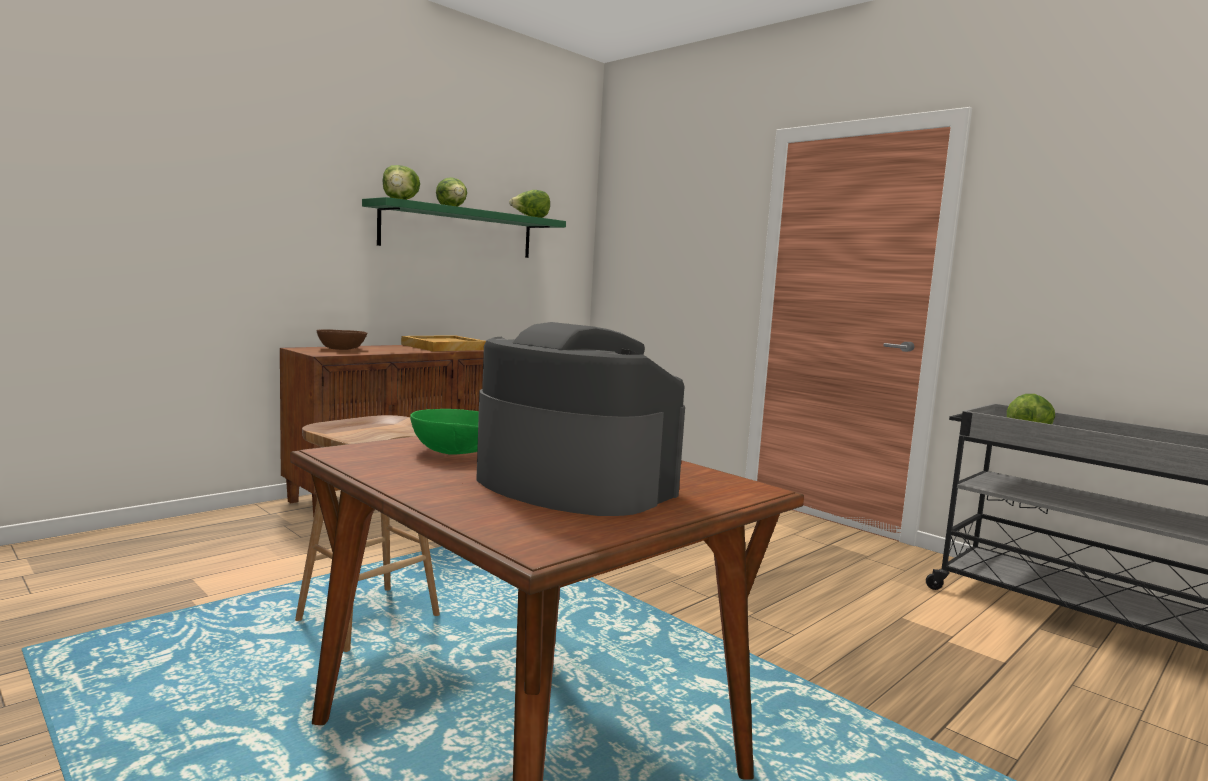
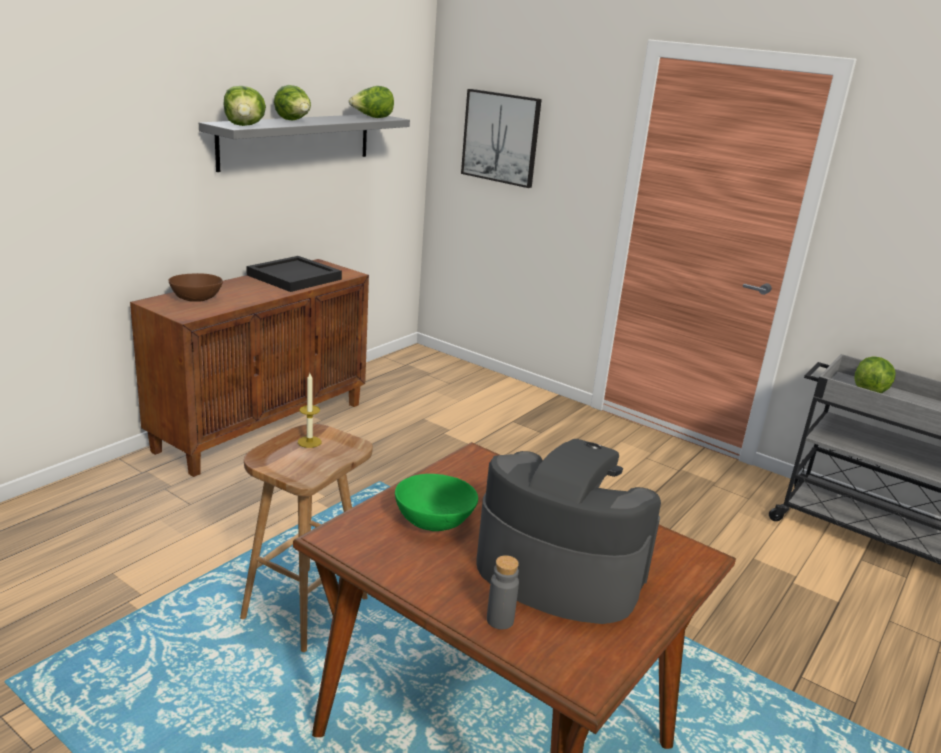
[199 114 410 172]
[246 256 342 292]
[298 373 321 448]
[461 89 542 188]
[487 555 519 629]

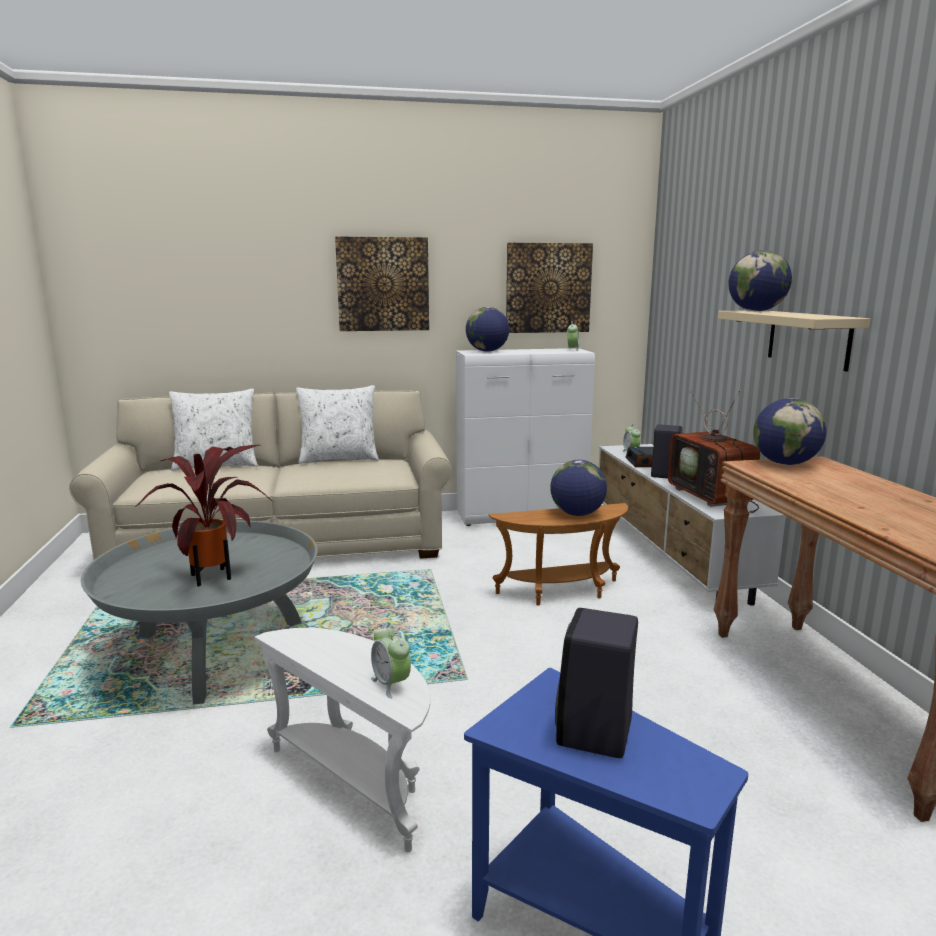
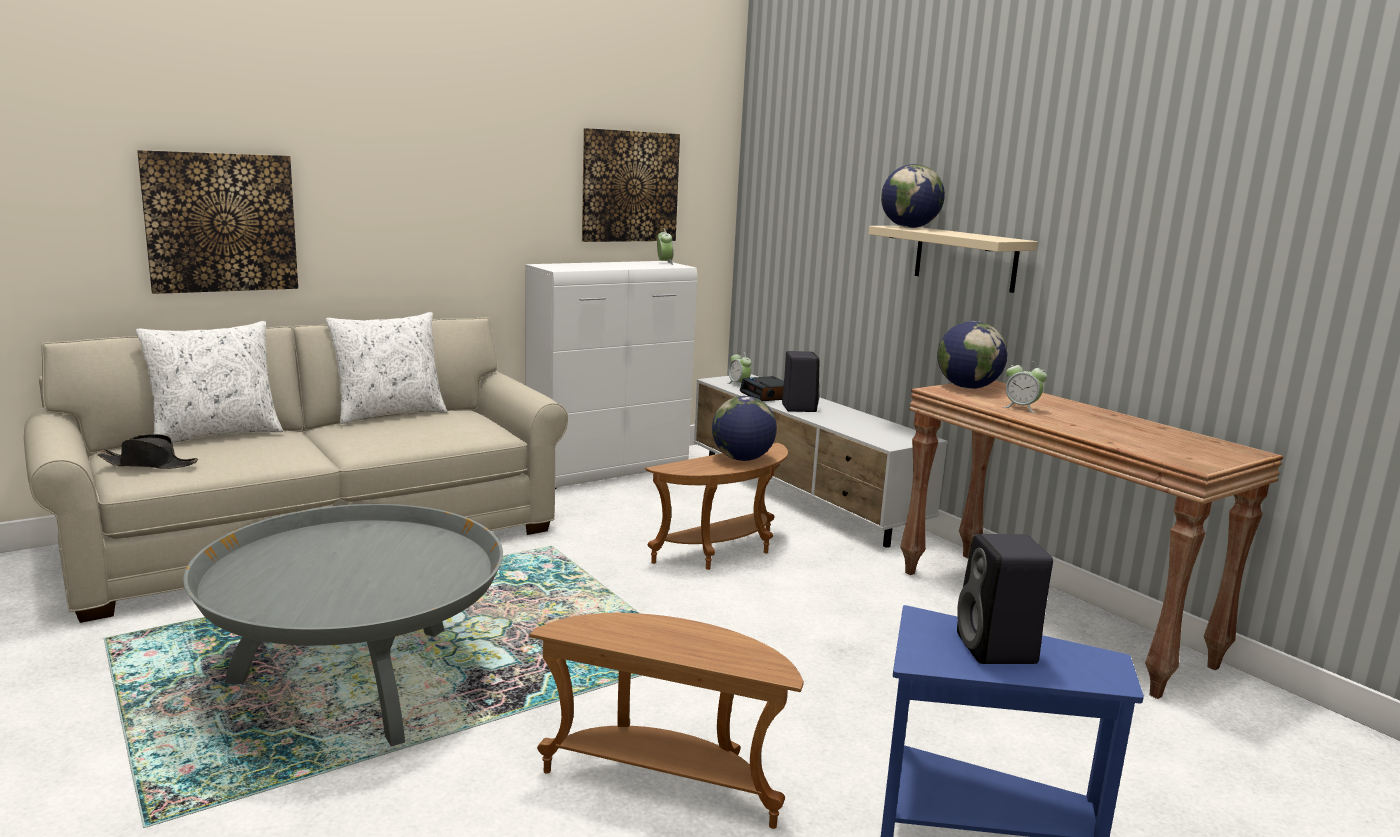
[97 434 198 469]
[137 150 298 294]
[529 613 804 829]
[1004 360 1047 413]
[134 445 273 587] (first image)
[466 307 509 352] (first image)
[668 390 760 513] (first image)

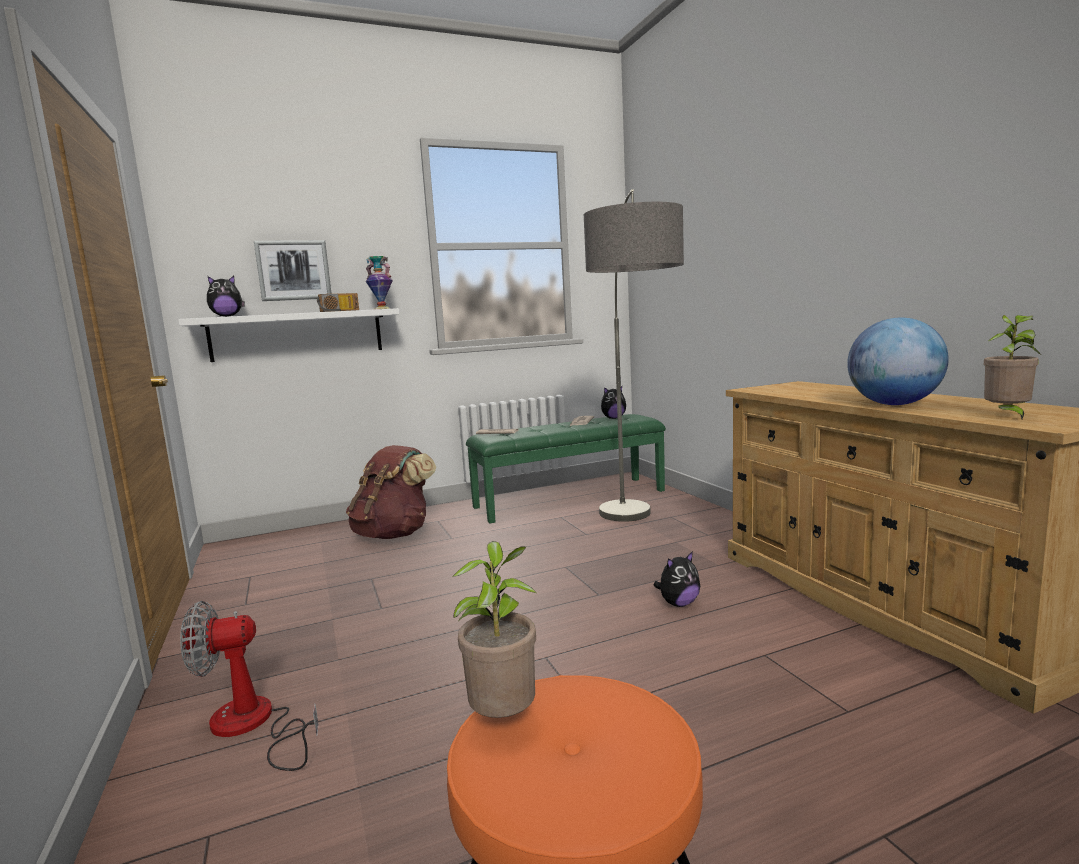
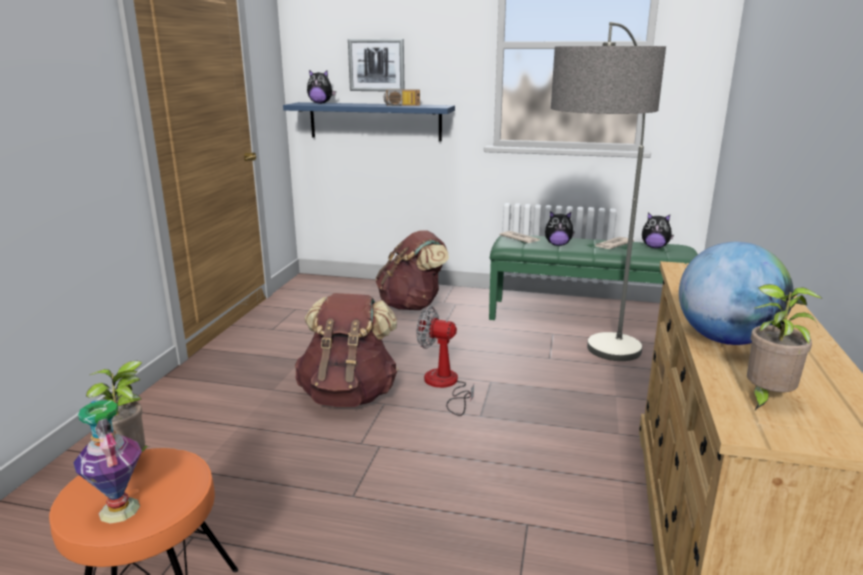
[73 400 142 524]
[283 102 455 142]
[295 293 398 407]
[416 306 474 416]
[545 211 575 246]

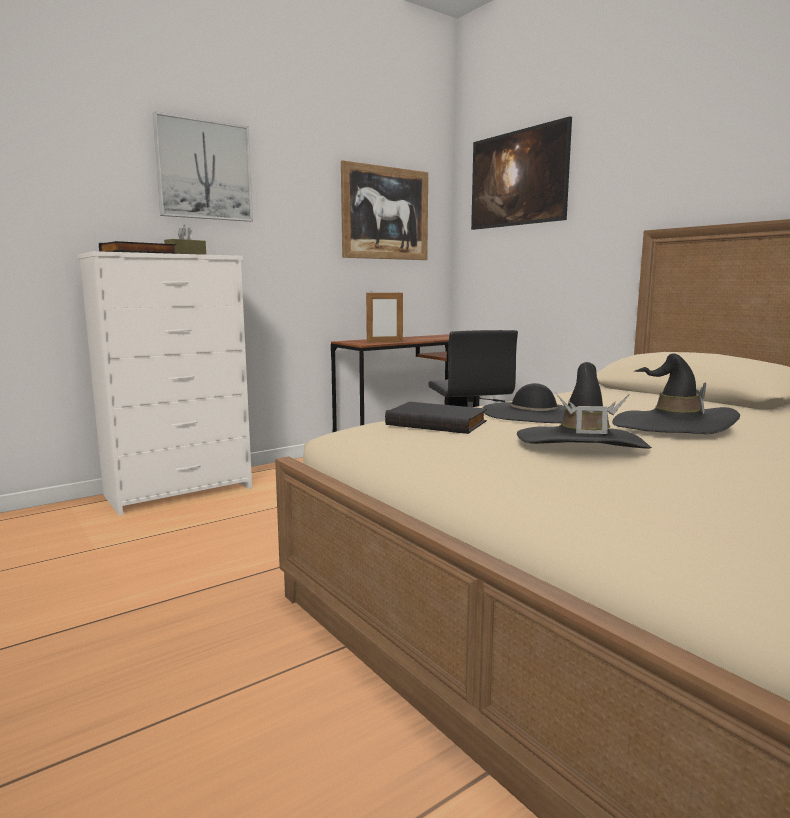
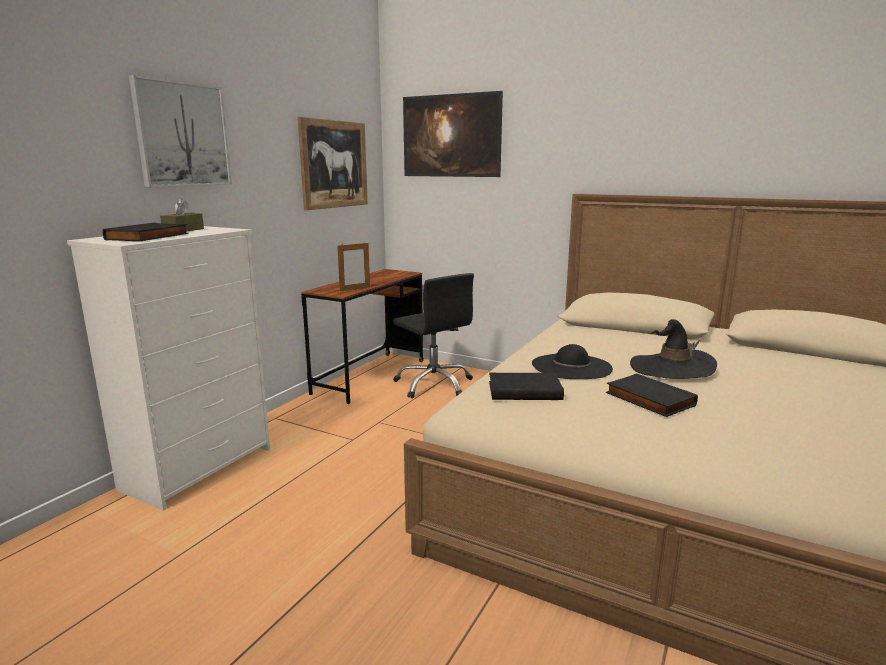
[606 373 698 417]

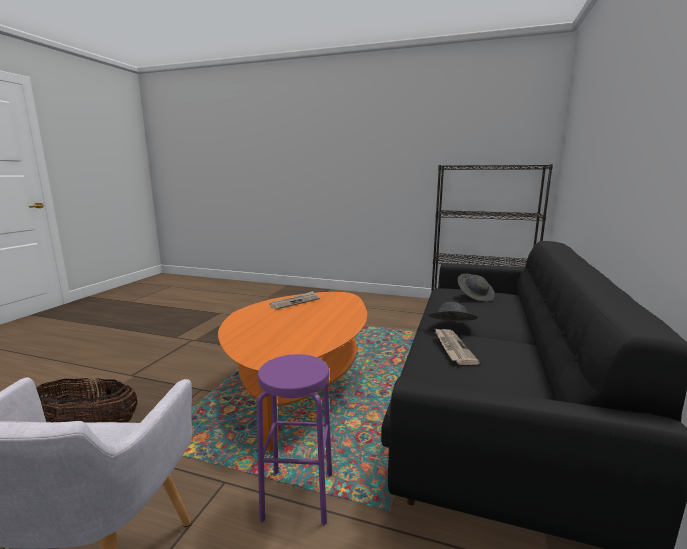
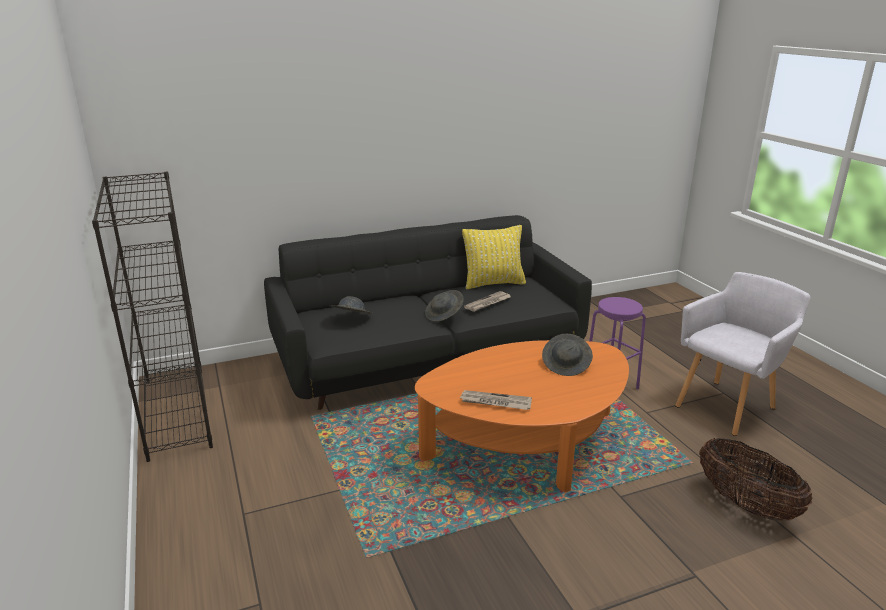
[462 225 526 289]
[542 334 593 376]

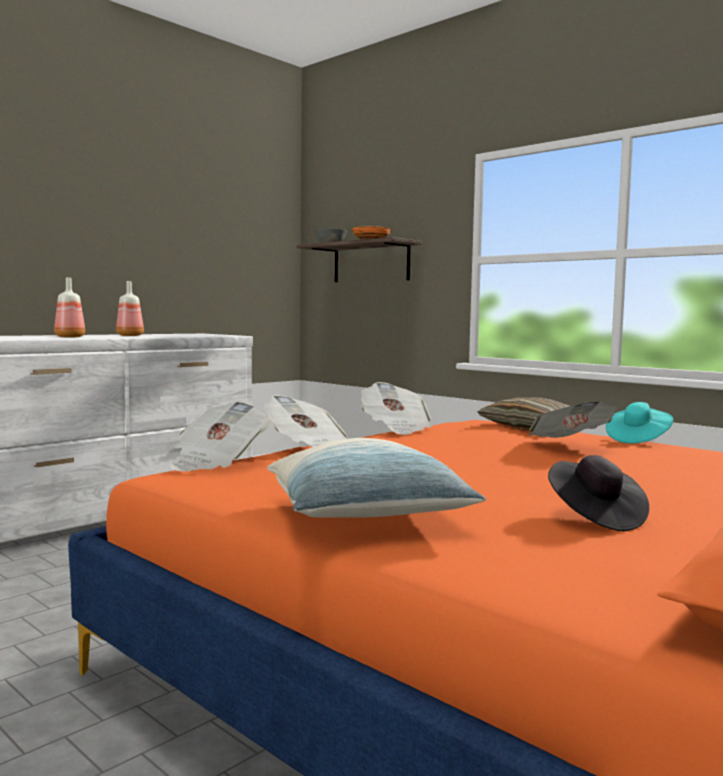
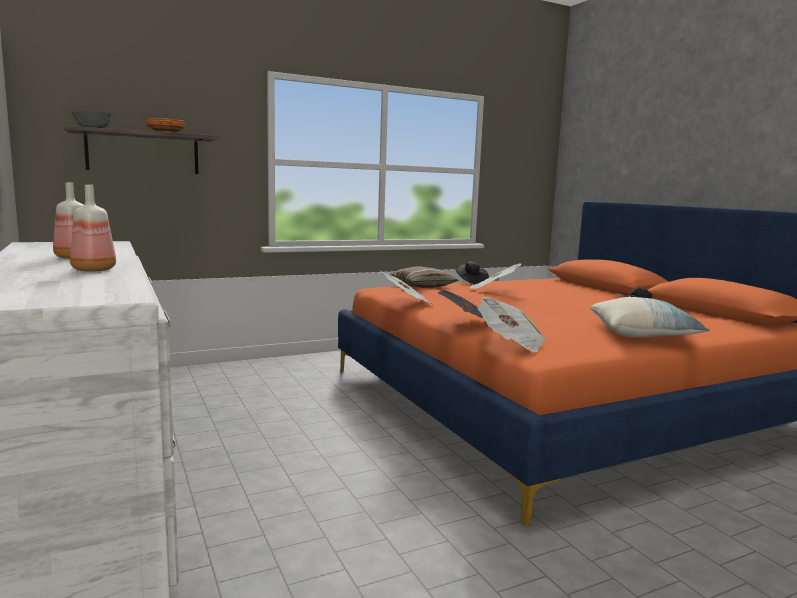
[455 261 489 284]

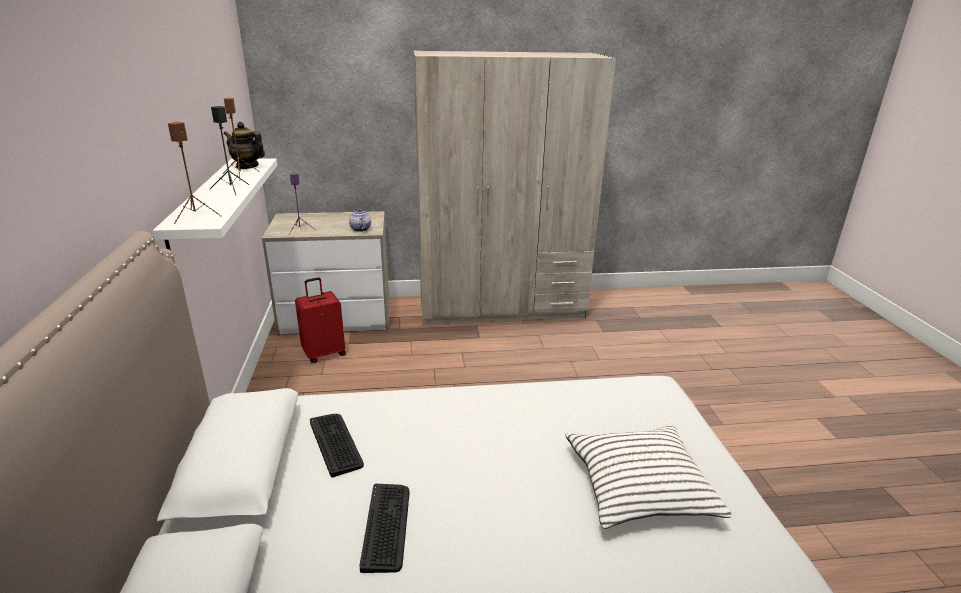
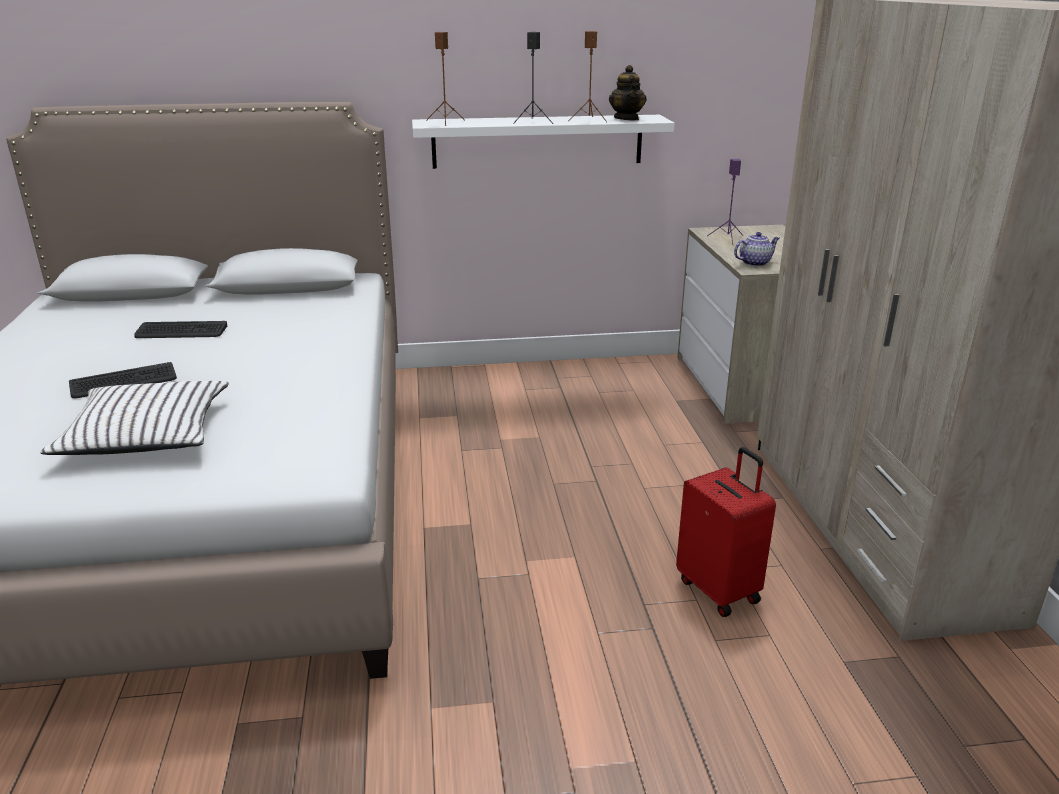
[69 362 177 398]
[609 65 646 120]
[676 447 776 617]

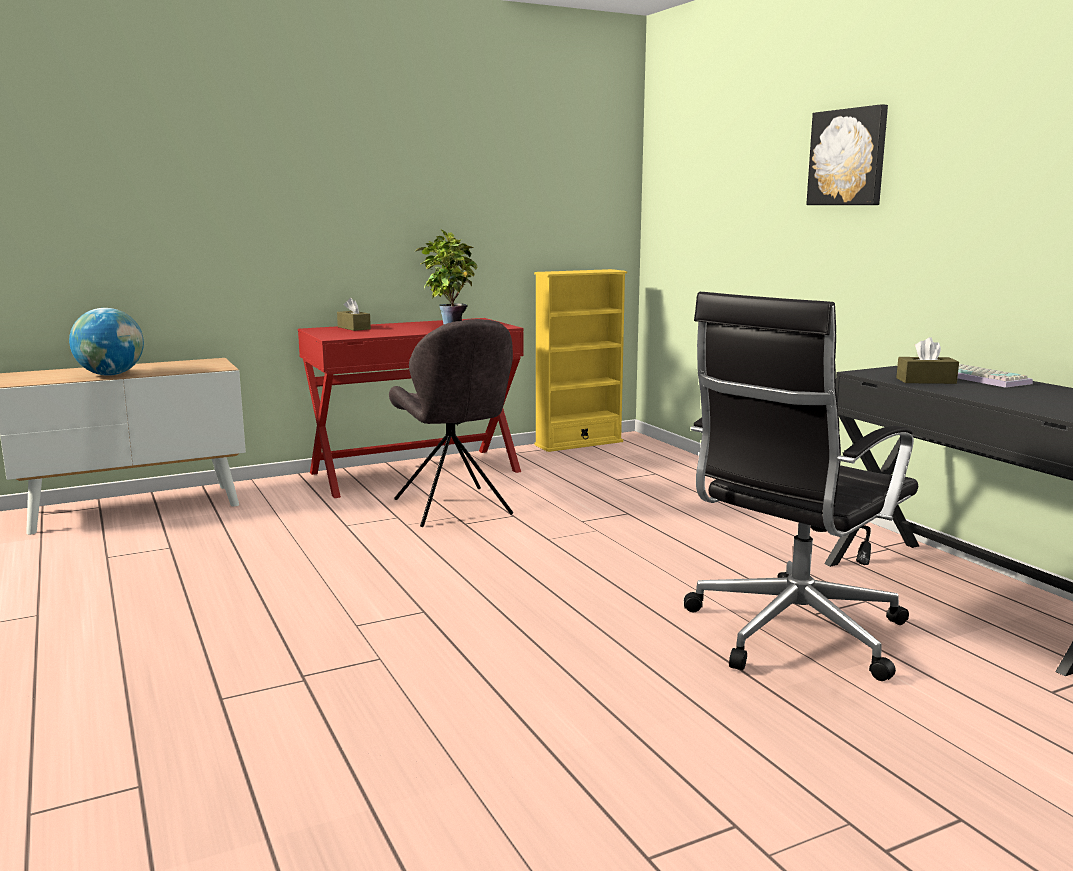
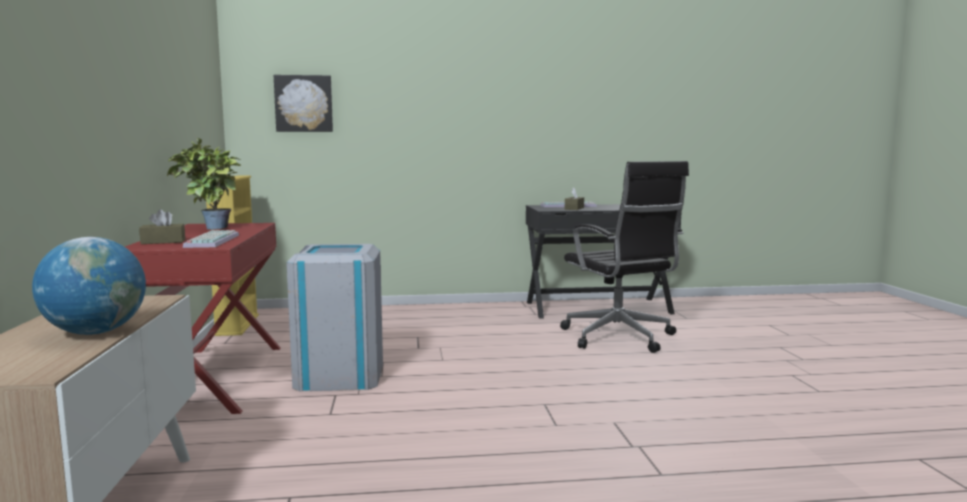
[183 230 239 248]
[274 75 333 132]
[286 244 383 391]

